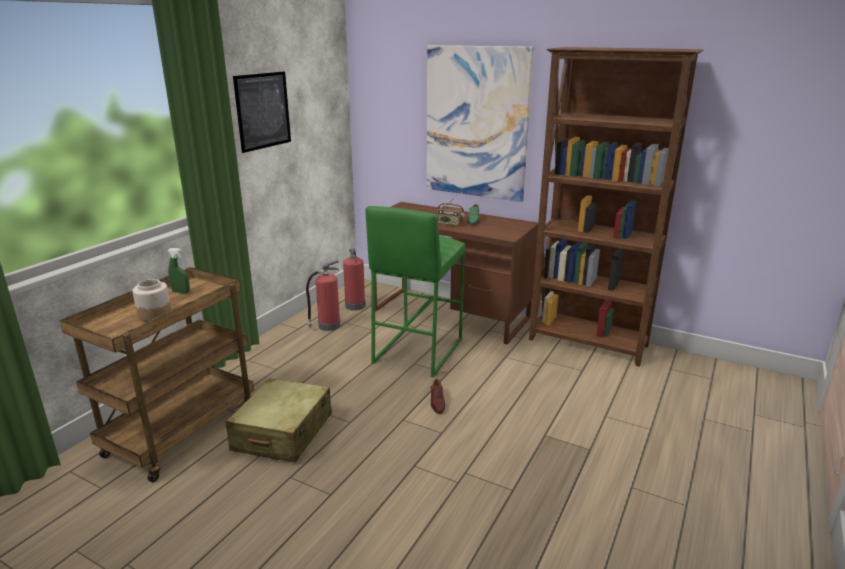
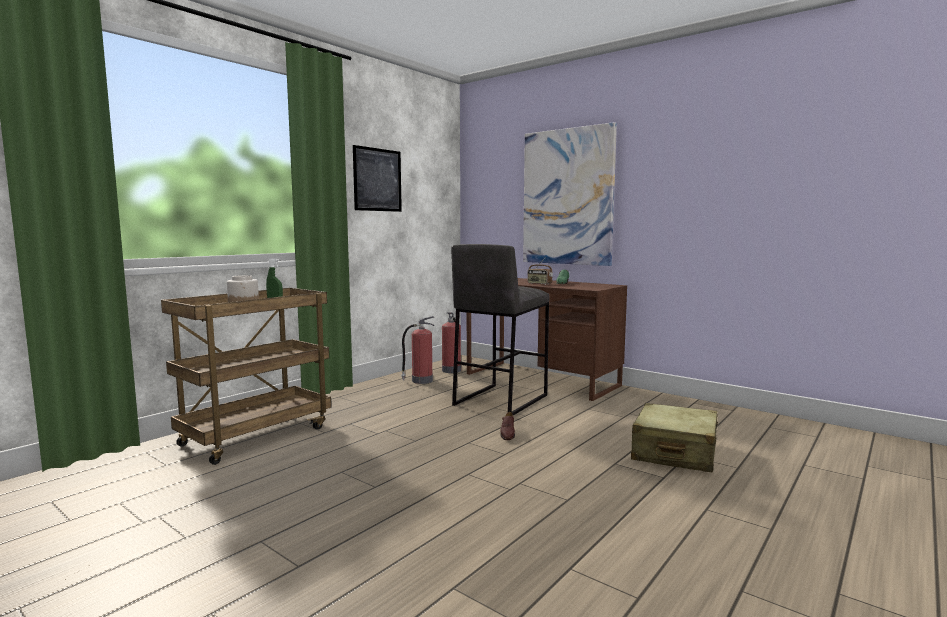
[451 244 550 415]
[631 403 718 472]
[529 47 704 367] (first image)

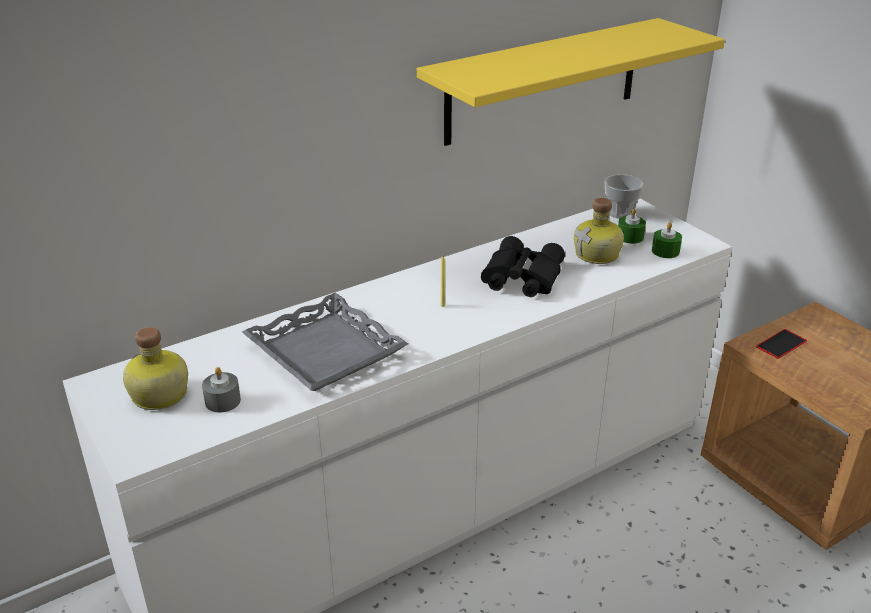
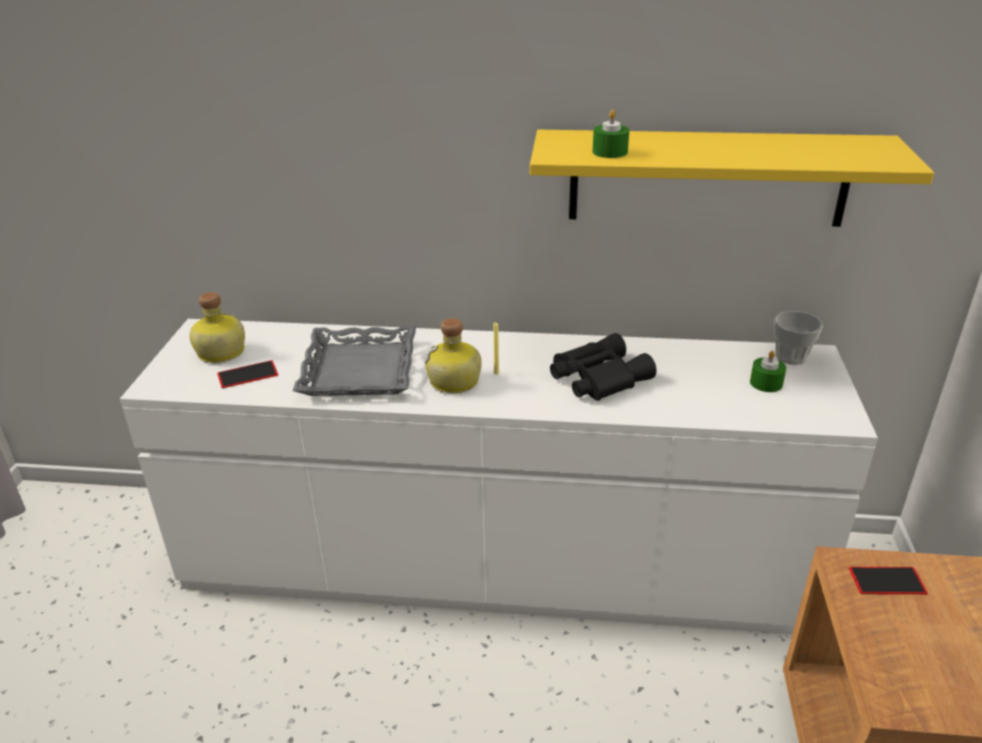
[217 360 278 388]
[425 318 482 394]
[592 110 629 158]

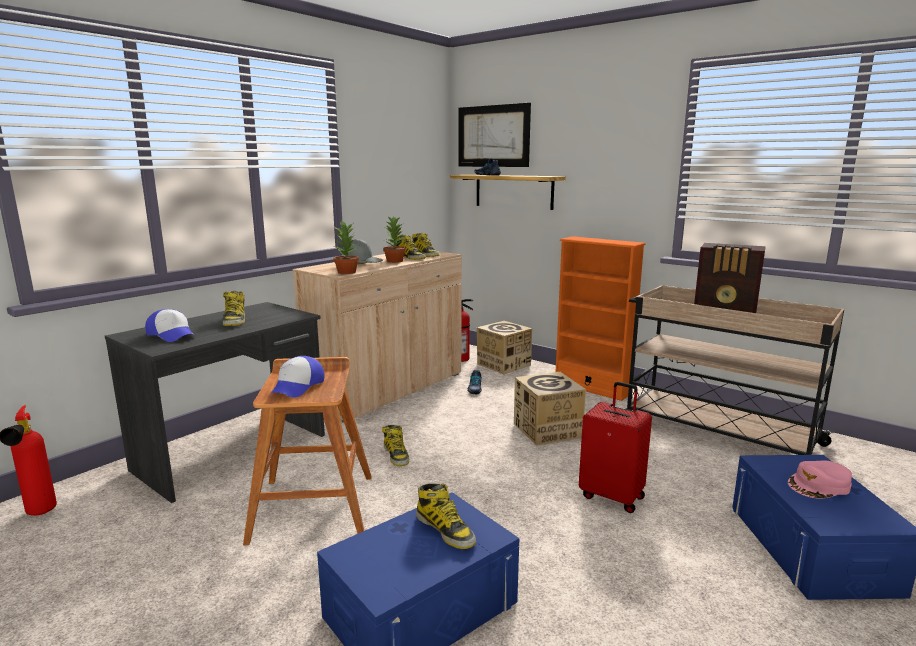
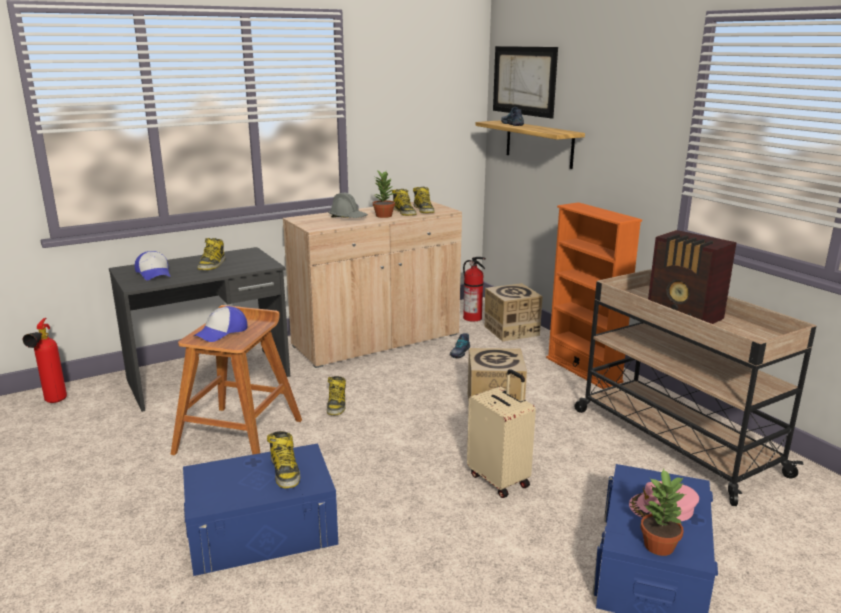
[467 369 536 498]
[641 468 686 556]

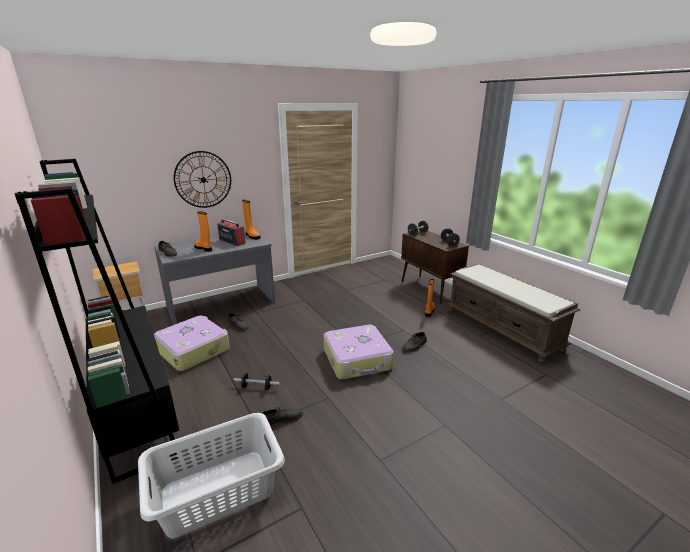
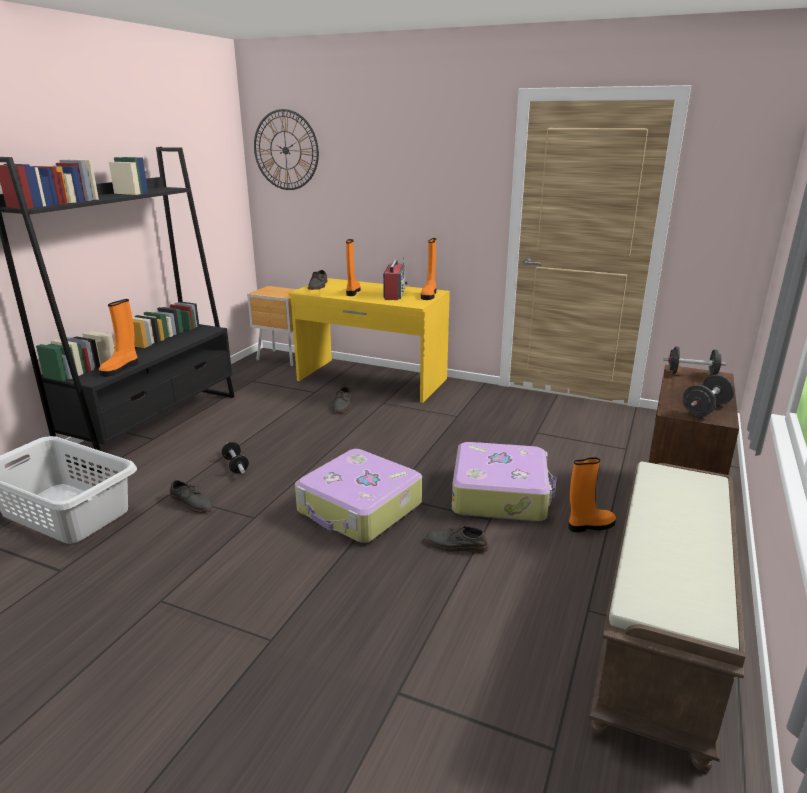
[99 299 138 377]
[254 109 319 190]
[288 278 450 403]
[452 442 557 521]

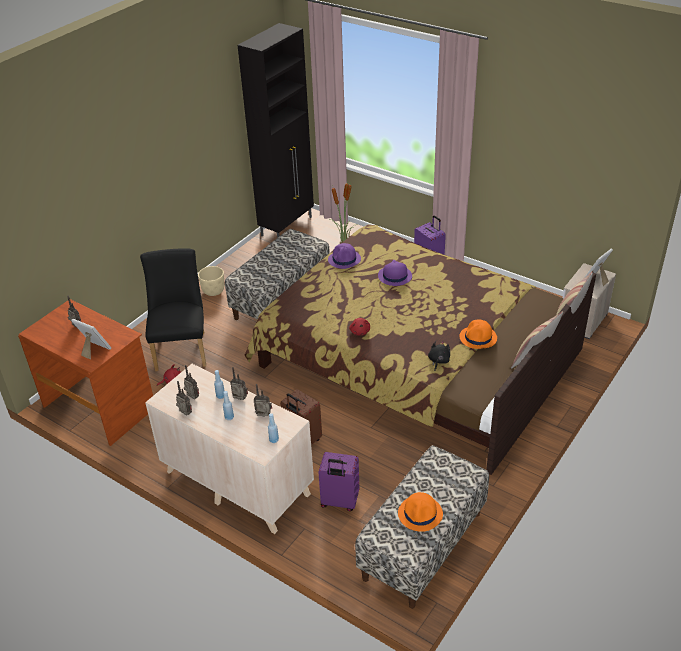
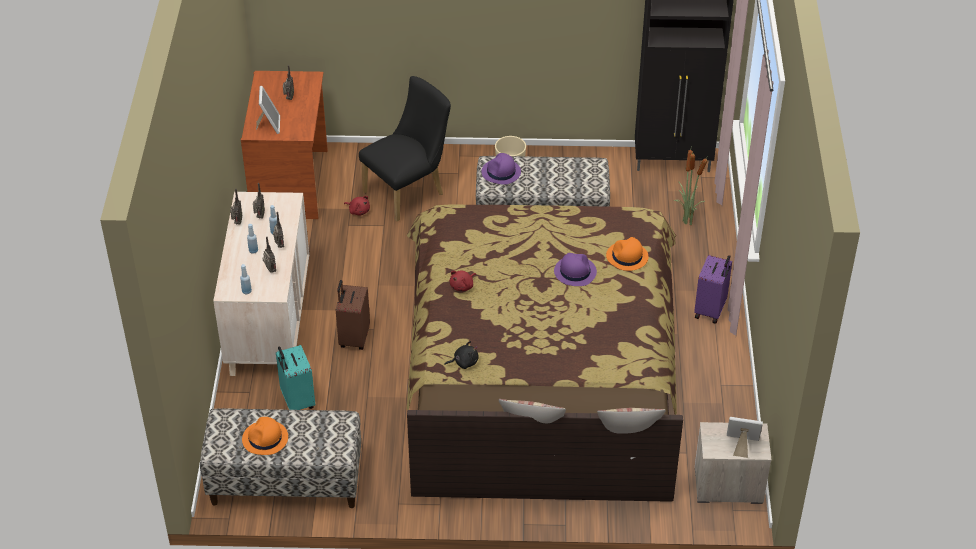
[276 345 315 410]
[481 153 521 184]
[606 237 648 271]

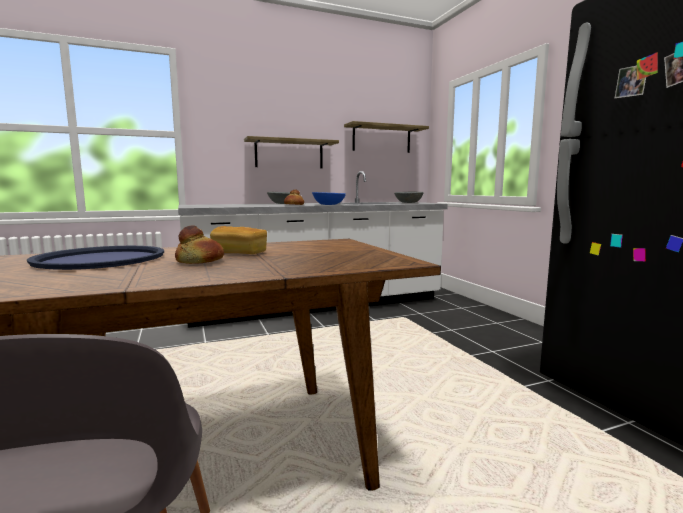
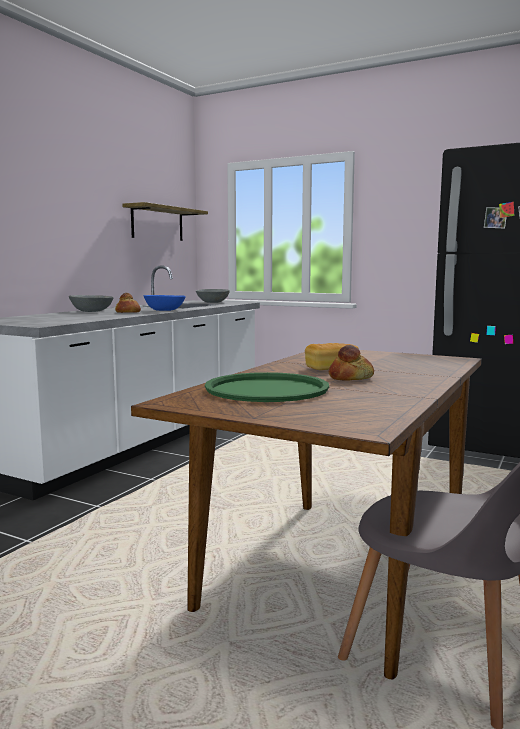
[205 372 329 402]
[244 136 339 168] (first image)

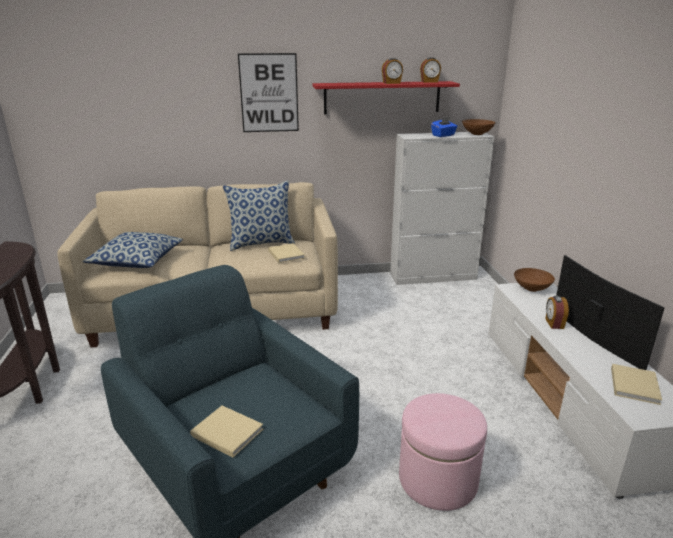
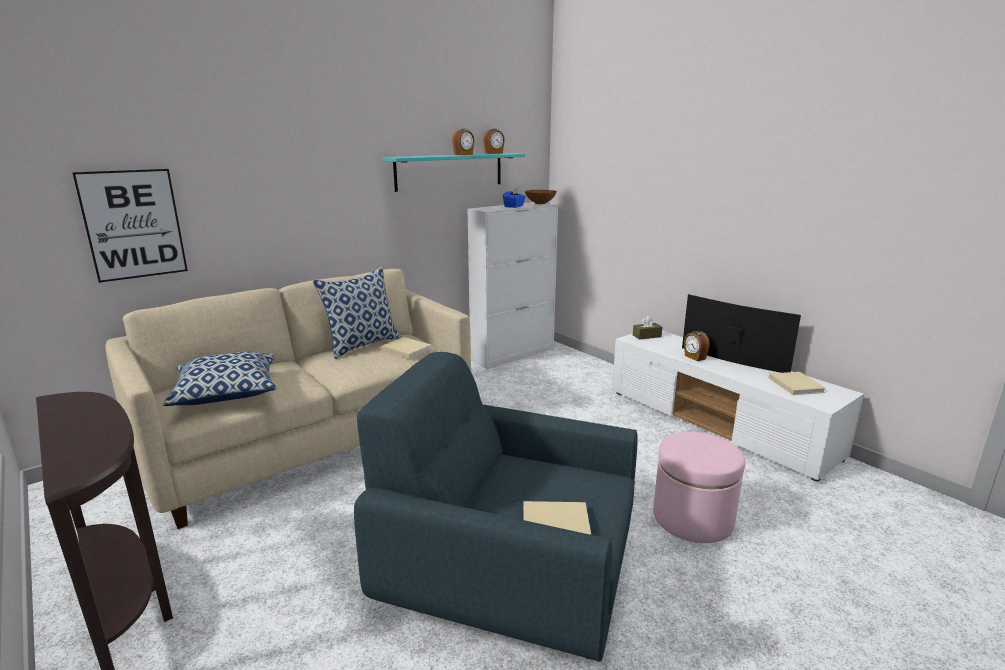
[72 169 188 283]
[381 153 525 192]
[633 315 662 340]

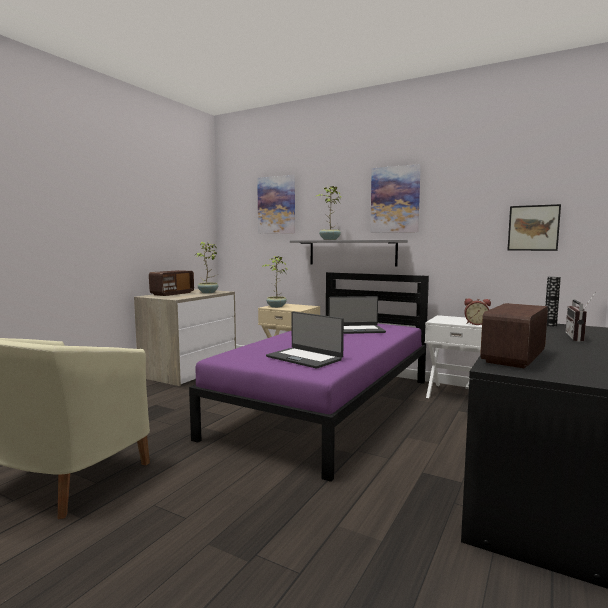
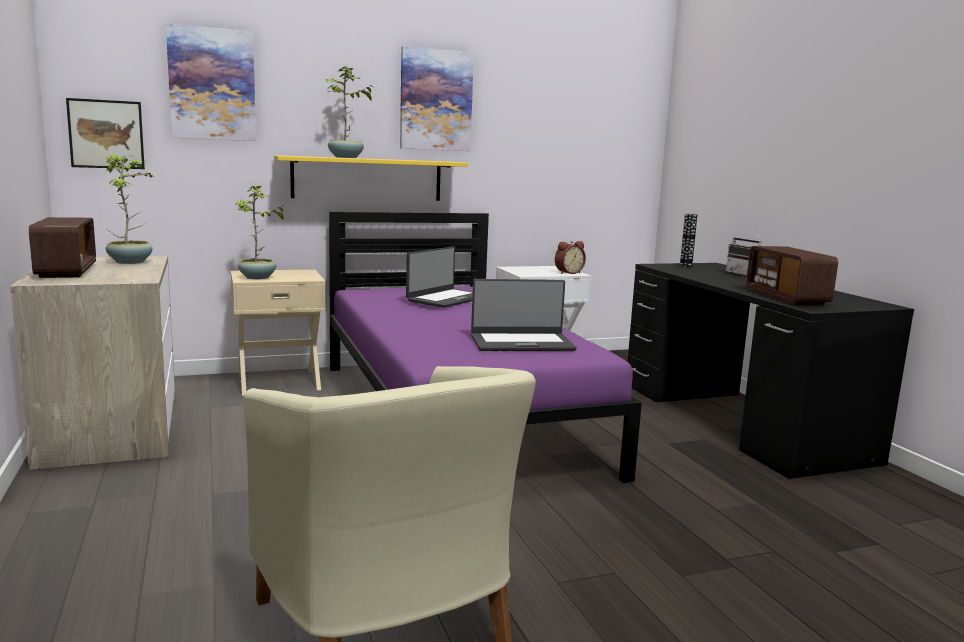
[66 98 145 169]
[274 155 468 201]

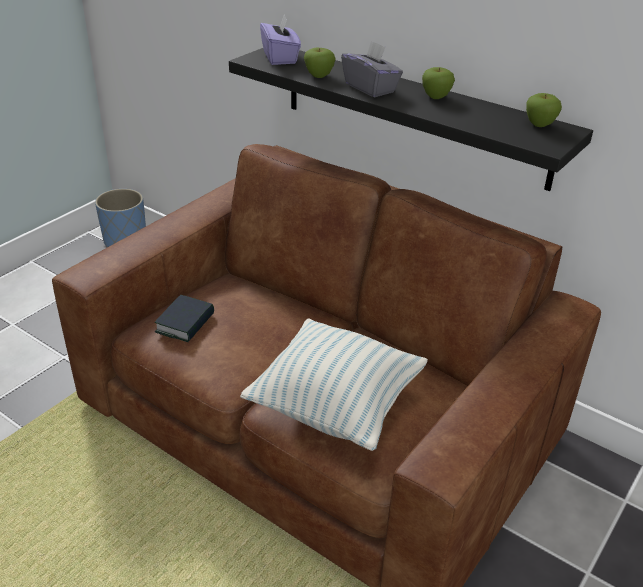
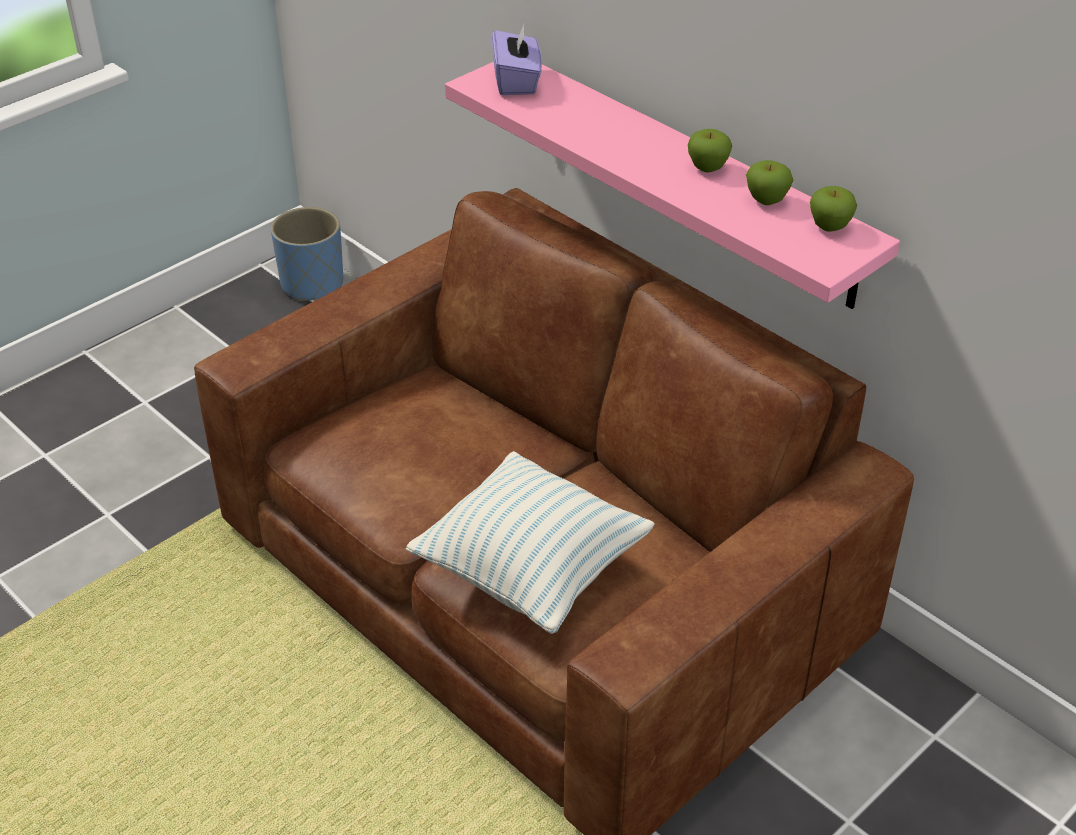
[445 62 900 309]
[746 160 793 205]
[155 295 214 342] (first image)
[341 40 403 97] (first image)

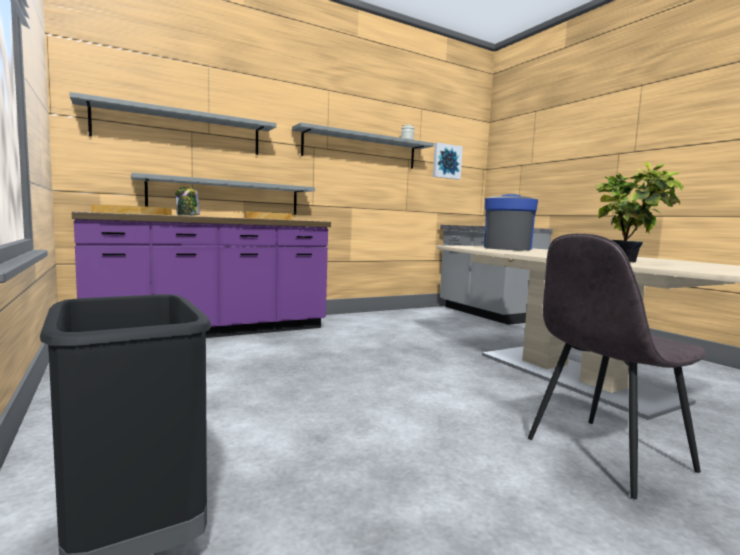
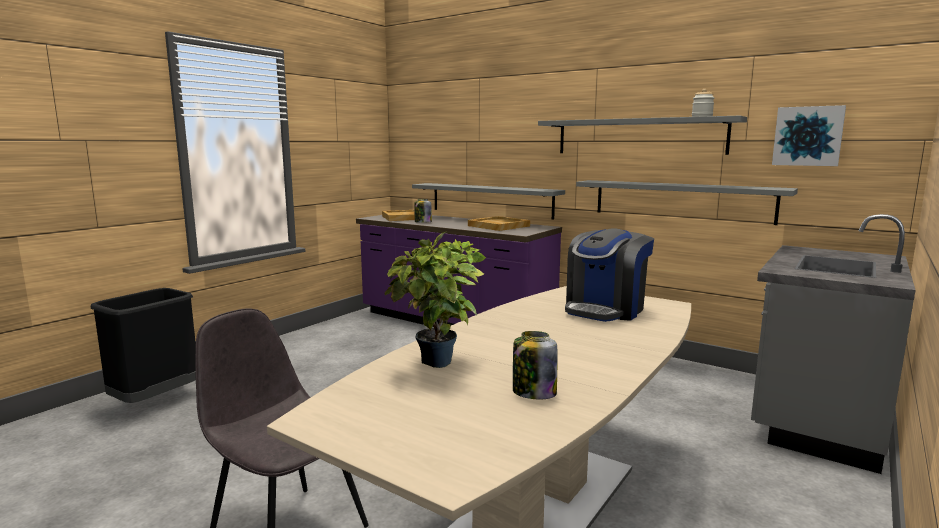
[513 331 558 400]
[565 228 654 322]
[576 180 798 225]

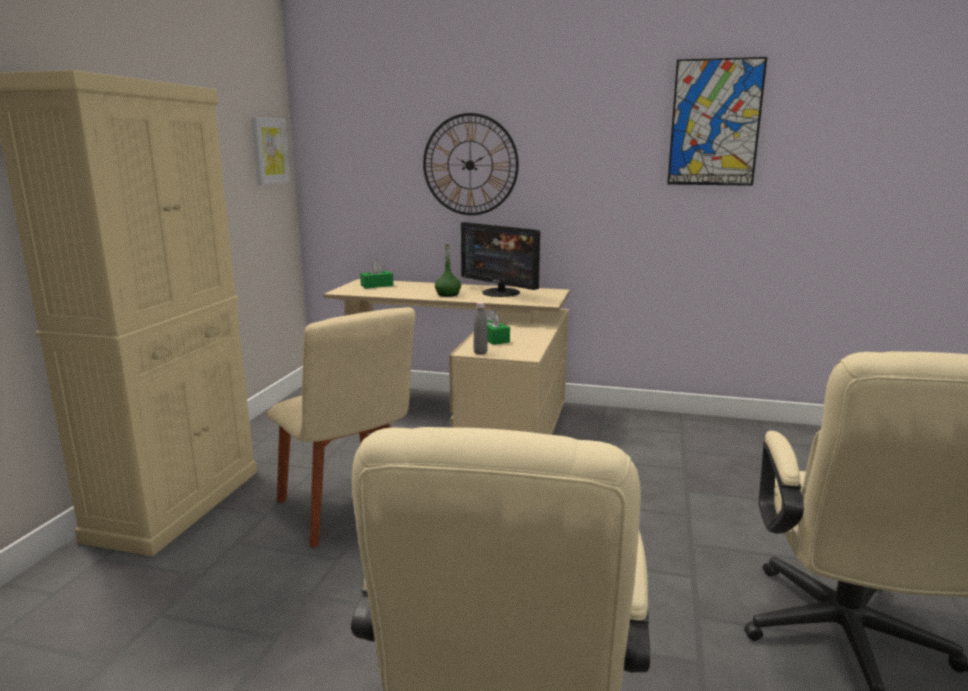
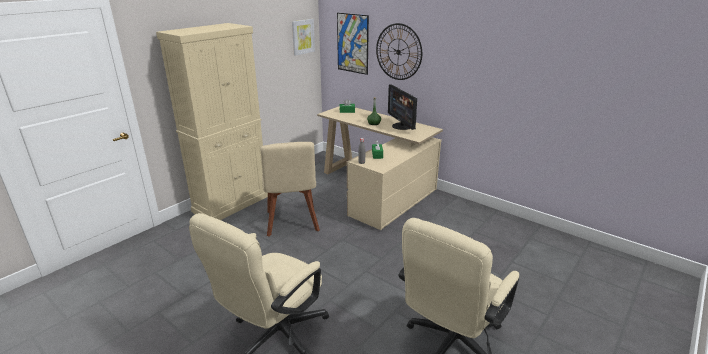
[337 13 369 75]

